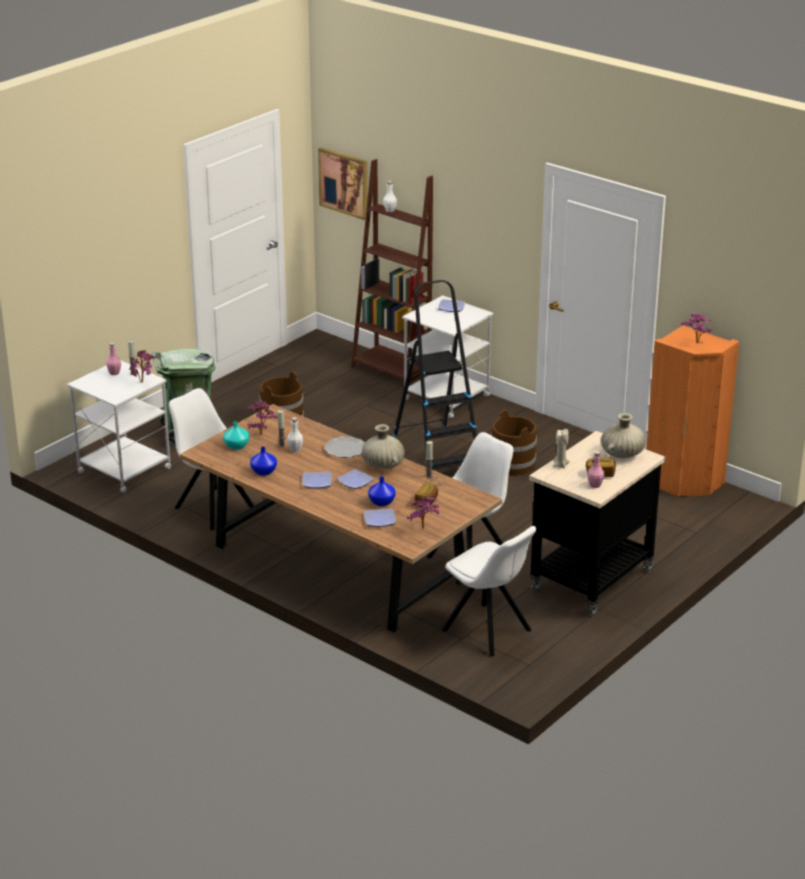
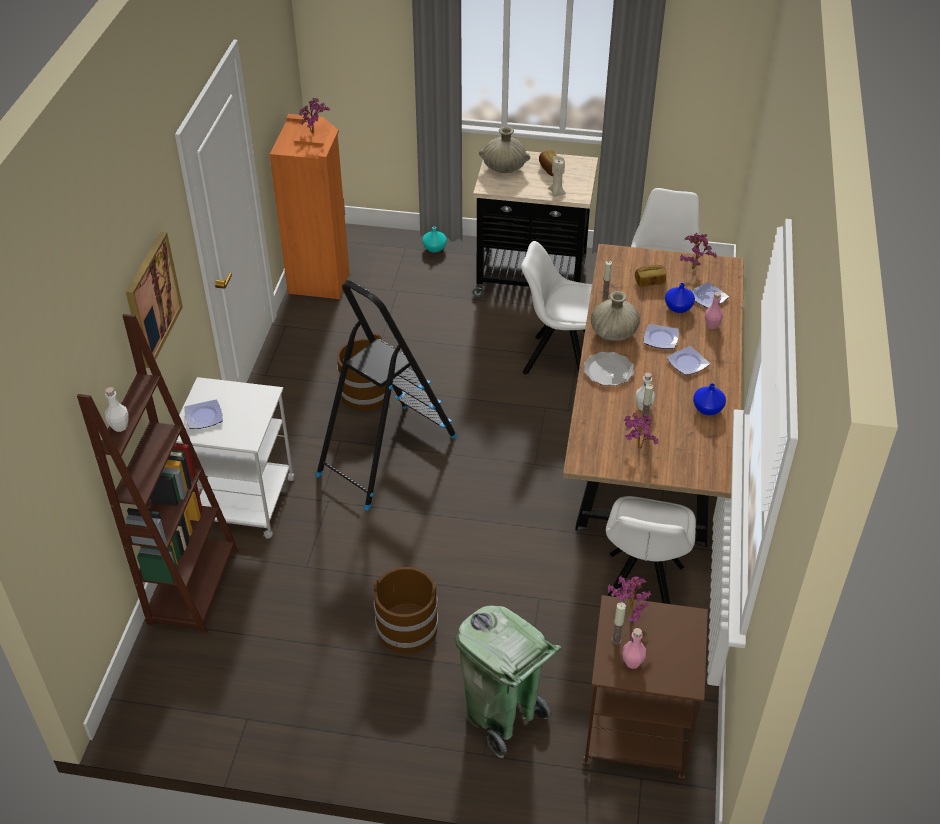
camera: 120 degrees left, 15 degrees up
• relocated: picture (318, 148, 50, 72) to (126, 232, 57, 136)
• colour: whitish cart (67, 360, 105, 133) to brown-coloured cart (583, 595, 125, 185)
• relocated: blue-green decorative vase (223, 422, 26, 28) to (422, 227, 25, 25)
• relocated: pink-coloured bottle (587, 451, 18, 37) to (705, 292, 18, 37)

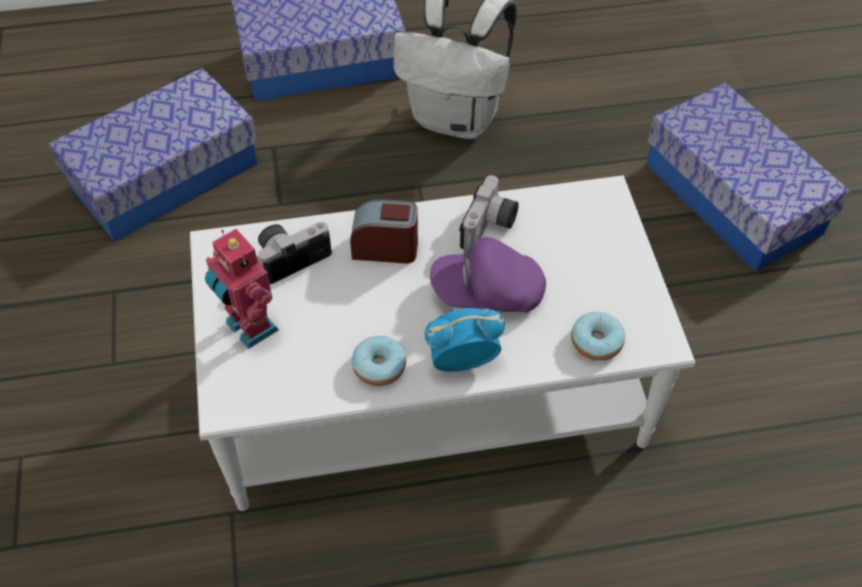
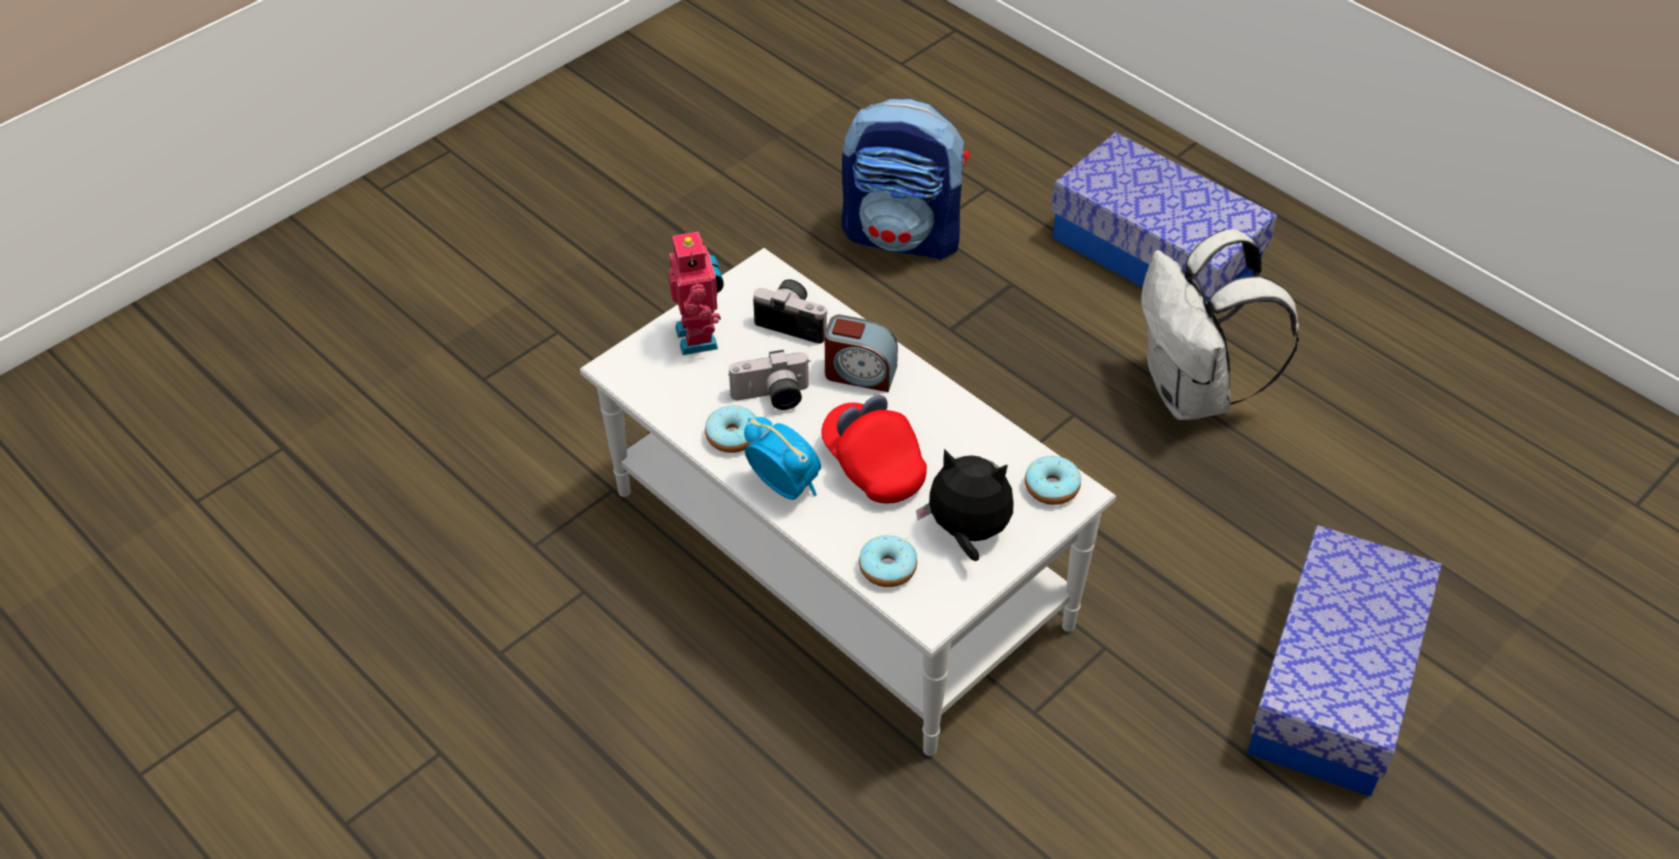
camera: 55 degrees right, 5 degrees down
• exchanged: storage box (49, 68, 208, 174) to backpack (842, 98, 128, 162)
• relocated: photo camera (459, 175, 60, 74) to (728, 350, 82, 60)
• spun: alarm clock (350, 199, 68, 65) = (825, 315, 73, 77) 135 degrees clockwise
• spun: toy robot (205, 229, 74, 120) = (668, 228, 56, 127) 150 degrees clockwise
• colour: purplish peaked cap (430, 234, 116, 79) to red-coloured peaked cap (821, 395, 106, 109)
• appeared: soft toy (916, 449, 97, 112)
• appeared: donut (1025, 455, 56, 50)

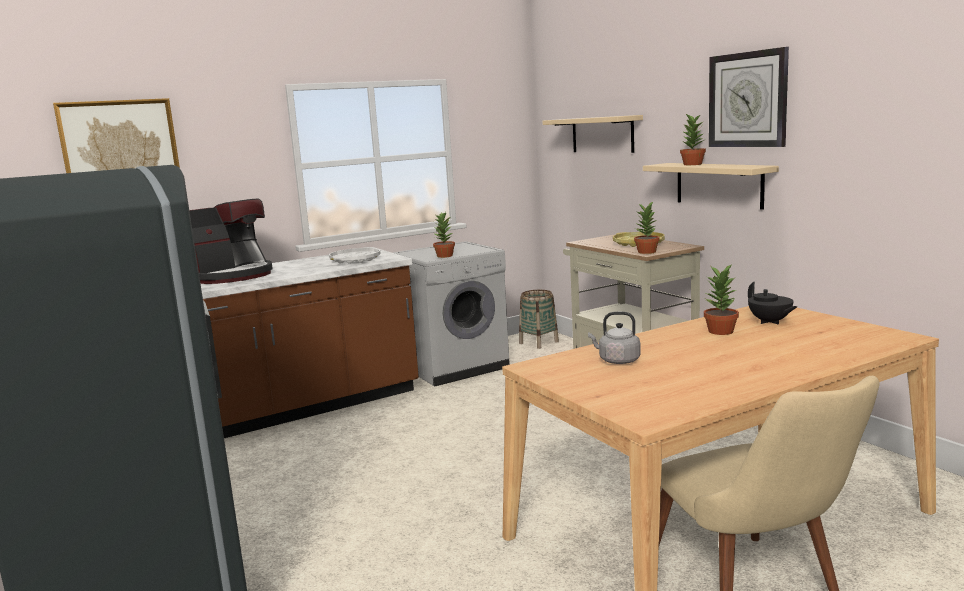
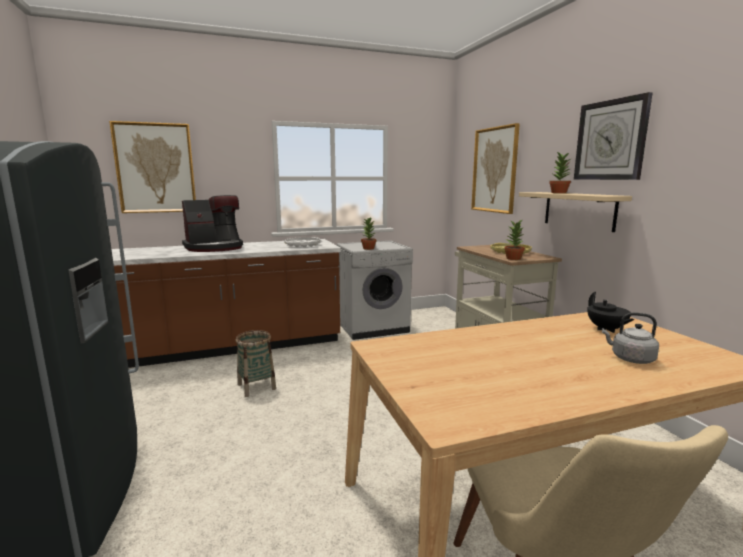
camera: 10 degrees right, 0 degrees up
• exchanged: beige wall shelf (543, 115, 100, 38) to picture (471, 123, 49, 91)
• missing: potted plant (704, 263, 35, 72)
• relocated: basket (519, 290, 40, 59) to (236, 330, 40, 67)
• relocated: greyish kettle (588, 312, 53, 52) to (602, 312, 57, 52)

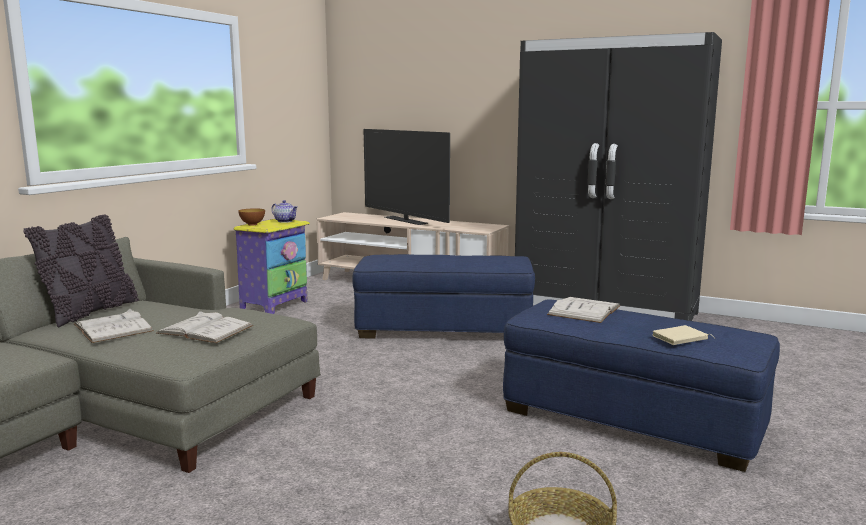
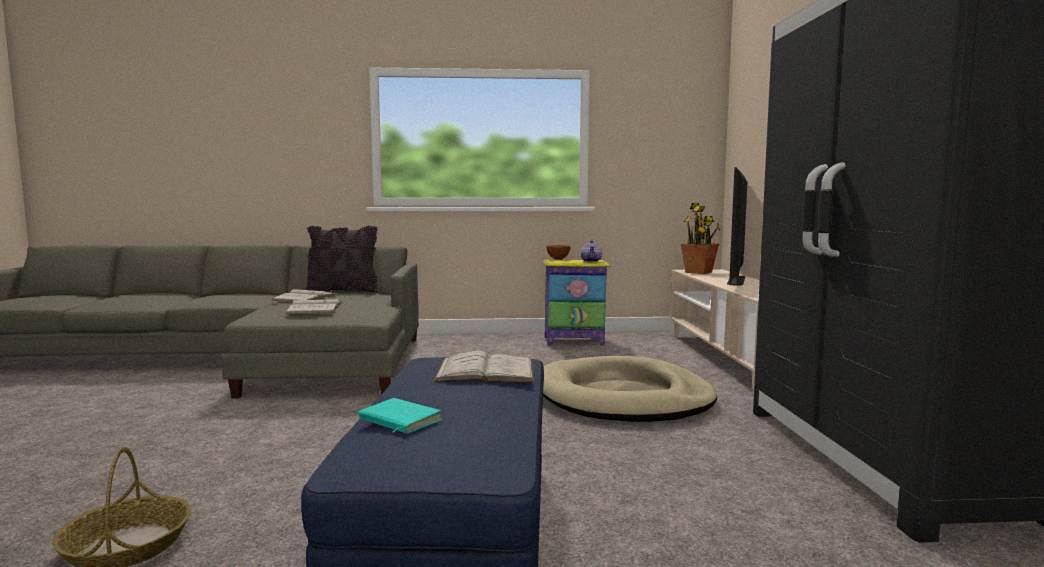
camera: 60 degrees right, 5 degrees down
• exchanged: blue ottoman (352, 254, 183, 85) to beige pet bed (543, 356, 174, 66)
• colour: beige volume (652, 325, 64, 20) to blue-green volume (359, 398, 83, 36)
• appeared: potted plant (681, 203, 39, 71)

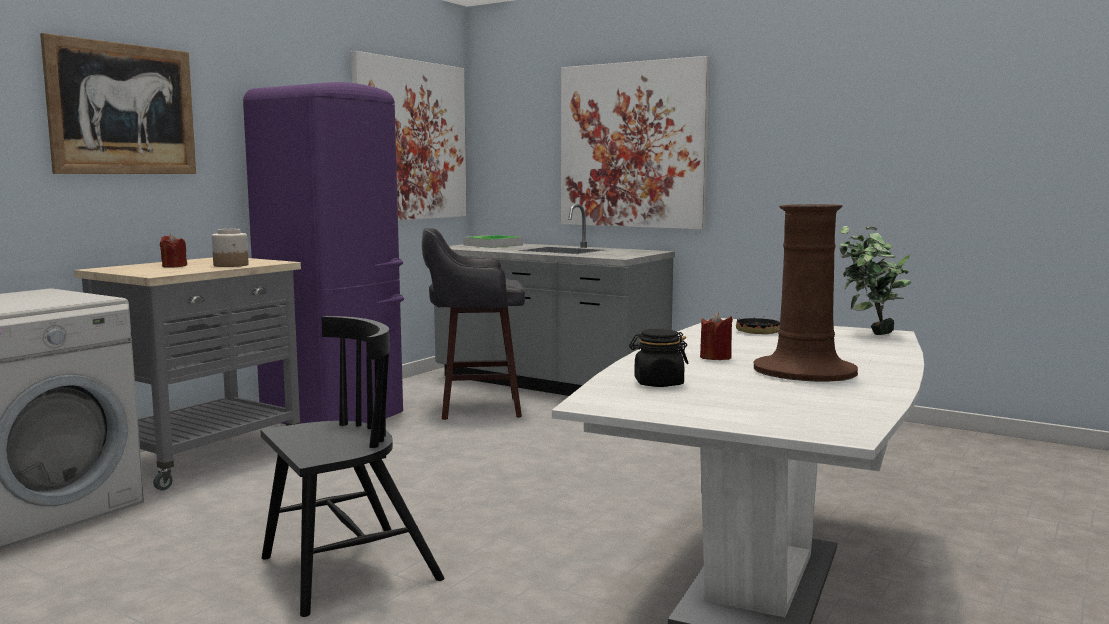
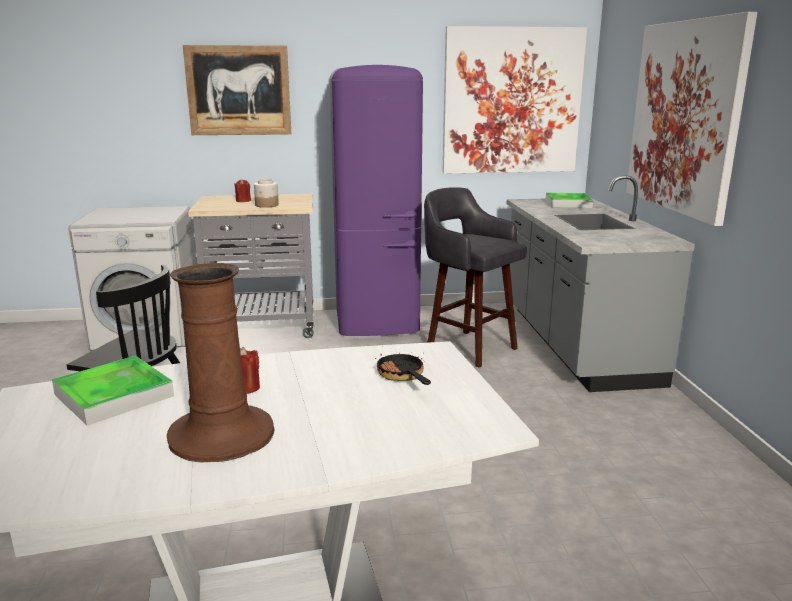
camera: 50 degrees right, 10 degrees up
• missing: potted plant (839, 226, 72, 109)
• exchanged: blackish jar (629, 329, 60, 58) to carrying tray (52, 356, 122, 69)

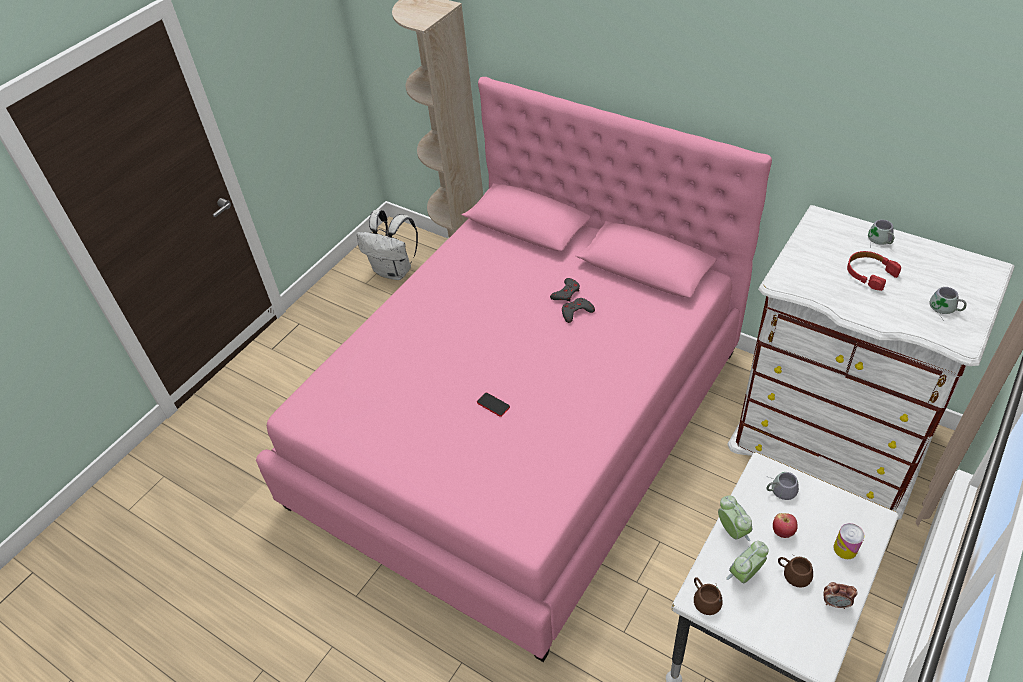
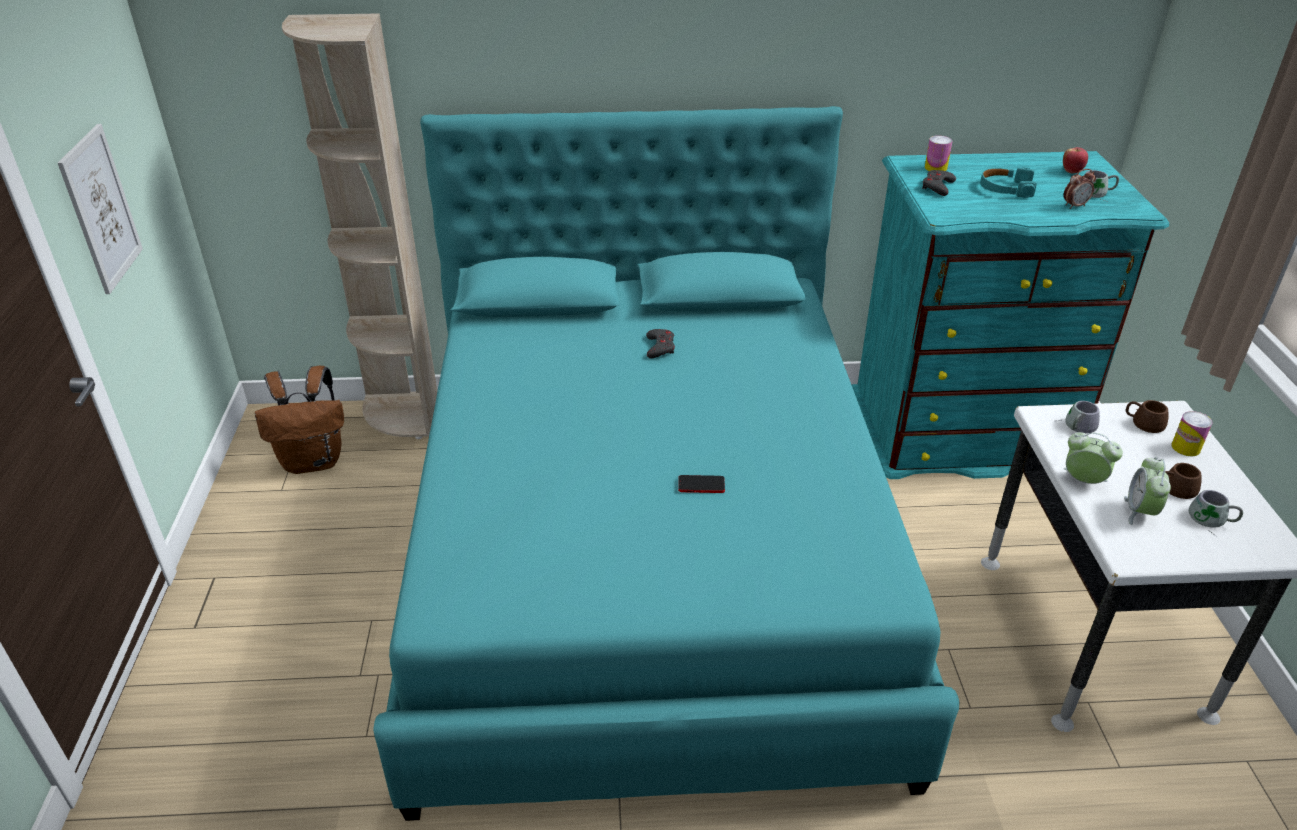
camera: 40 degrees left, 10 degrees down
• colour: pink-coloured bedroom bed (256, 77, 516, 585) to blue-green bedroom bed (373, 106, 586, 715)
• colour: whitish dresser (727, 205, 287, 315) to blue-green dresser (852, 151, 317, 328)
• colour: whitish backpack (357, 210, 61, 70) to brown-coloured backpack (255, 366, 89, 108)
• relocated: greyish tea mug (868, 220, 26, 25) to (1189, 490, 54, 47)
• colour: red-coloured headphones (847, 251, 54, 40) to blue-green headphones (980, 168, 57, 30)
• relocated: greyish joypad (562, 298, 33, 25) to (922, 170, 34, 26)
• relocated: apple fruit (773, 513, 25, 25) to (1063, 147, 25, 26)
• relocated: brown-coloured tea mug (694, 577, 29, 38) to (1126, 400, 42, 33)
• relocated: alarm clock (824, 582, 33, 27) to (1064, 169, 32, 40)
• appeared: picture (58, 124, 85, 170)
• appeared: can (925, 136, 28, 35)

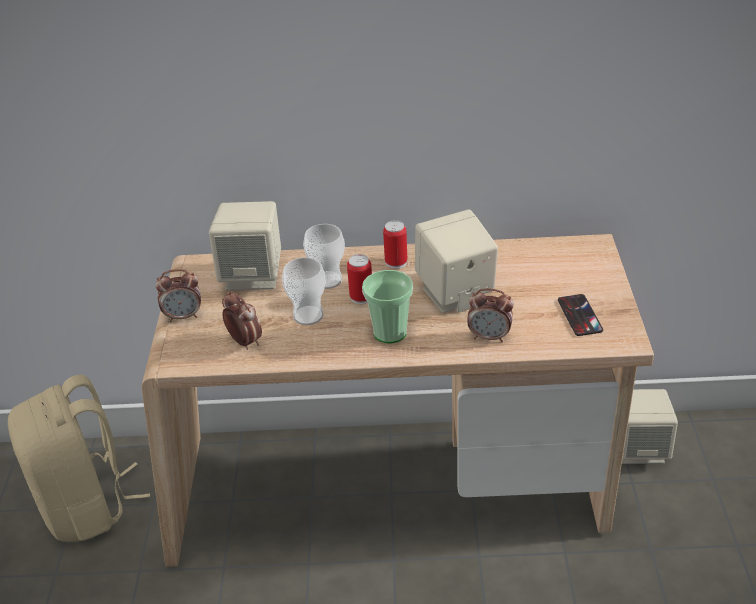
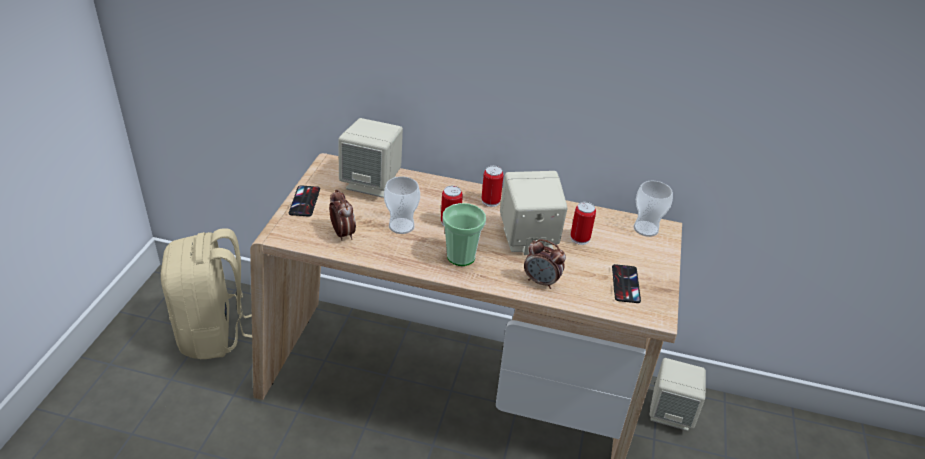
camera: 10 degrees right, 0 degrees up
• relocated: cup (303, 224, 42, 65) to (634, 181, 39, 56)
• exchanged: alarm clock (155, 269, 46, 53) to telephone (289, 185, 31, 32)
• appeared: can (570, 202, 26, 43)

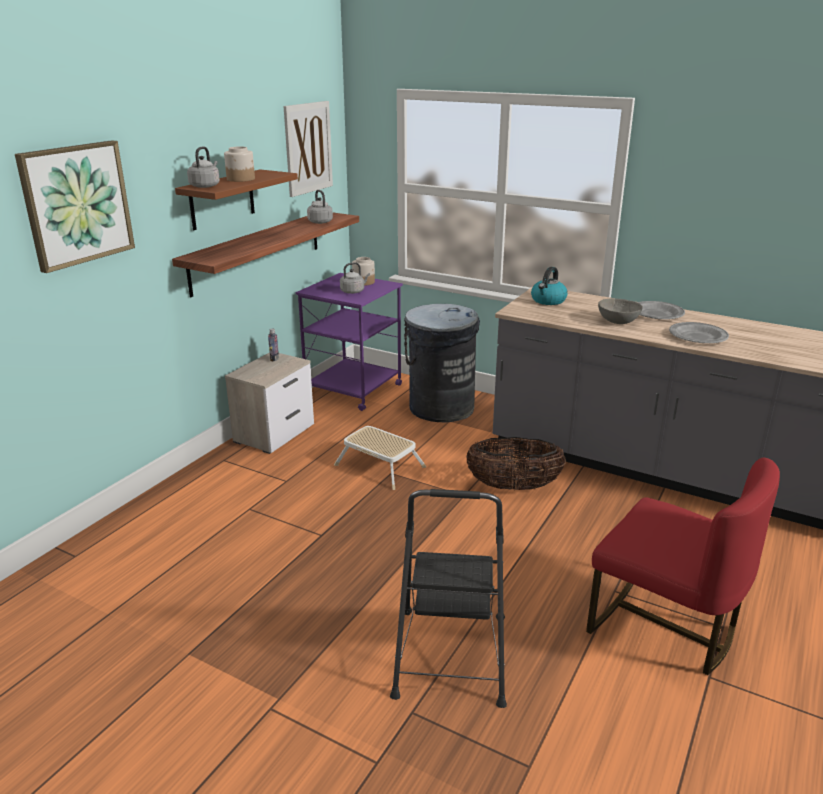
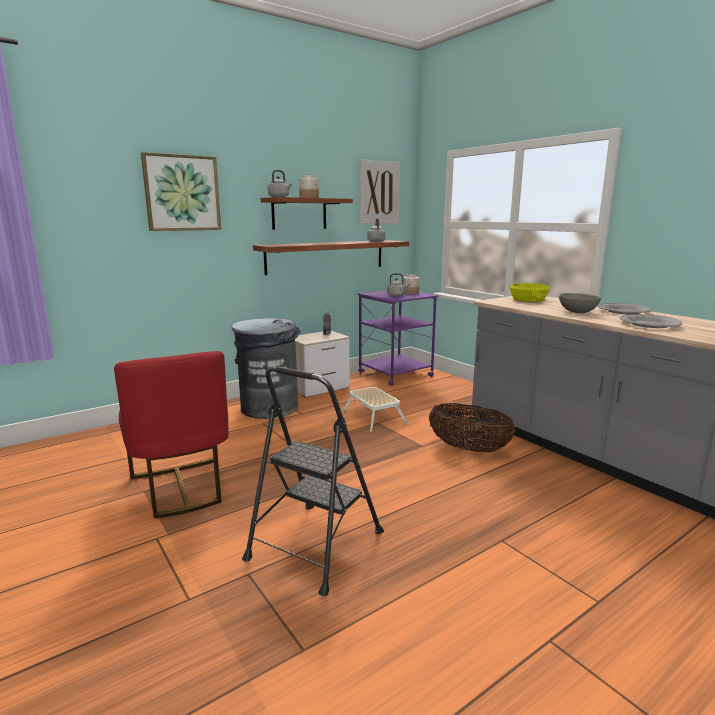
camera: 25 degrees right, 10 degrees down
• exchanged: kettle (531, 267, 36, 38) to yellow serving bowl (509, 283, 41, 19)
• relocated: greyish trash can (404, 304, 76, 118) to (232, 318, 69, 101)
• relocated: red-coloured upright chair (586, 457, 194, 218) to (114, 351, 115, 168)

